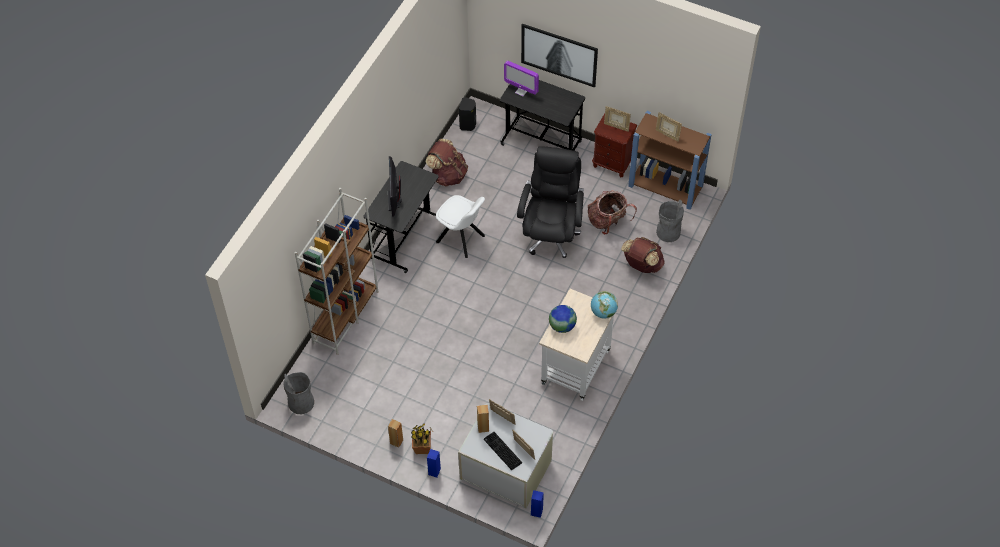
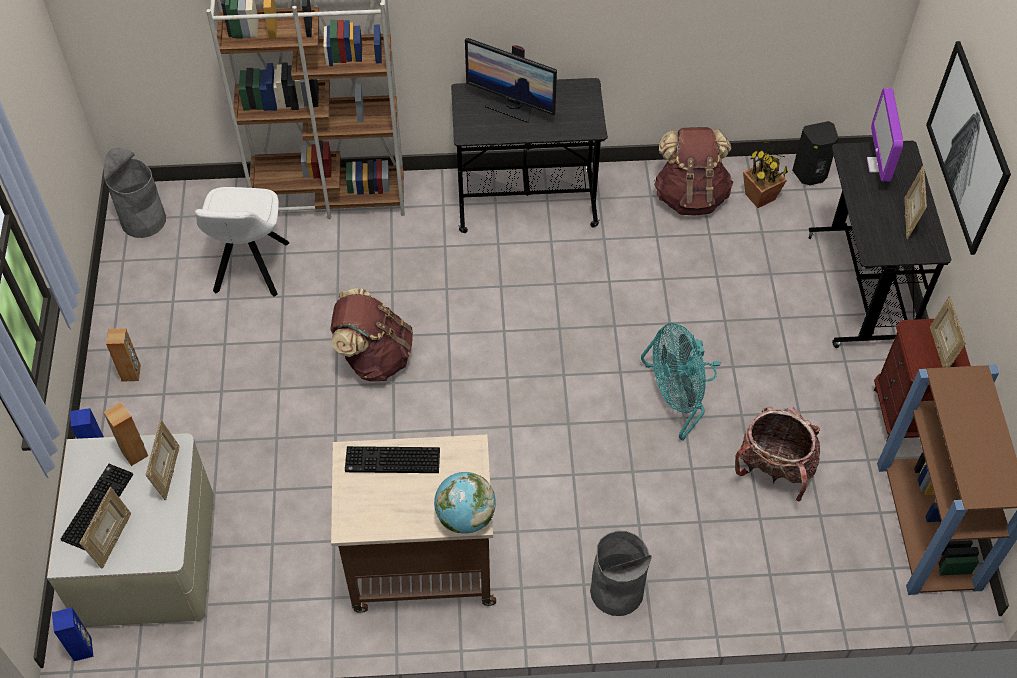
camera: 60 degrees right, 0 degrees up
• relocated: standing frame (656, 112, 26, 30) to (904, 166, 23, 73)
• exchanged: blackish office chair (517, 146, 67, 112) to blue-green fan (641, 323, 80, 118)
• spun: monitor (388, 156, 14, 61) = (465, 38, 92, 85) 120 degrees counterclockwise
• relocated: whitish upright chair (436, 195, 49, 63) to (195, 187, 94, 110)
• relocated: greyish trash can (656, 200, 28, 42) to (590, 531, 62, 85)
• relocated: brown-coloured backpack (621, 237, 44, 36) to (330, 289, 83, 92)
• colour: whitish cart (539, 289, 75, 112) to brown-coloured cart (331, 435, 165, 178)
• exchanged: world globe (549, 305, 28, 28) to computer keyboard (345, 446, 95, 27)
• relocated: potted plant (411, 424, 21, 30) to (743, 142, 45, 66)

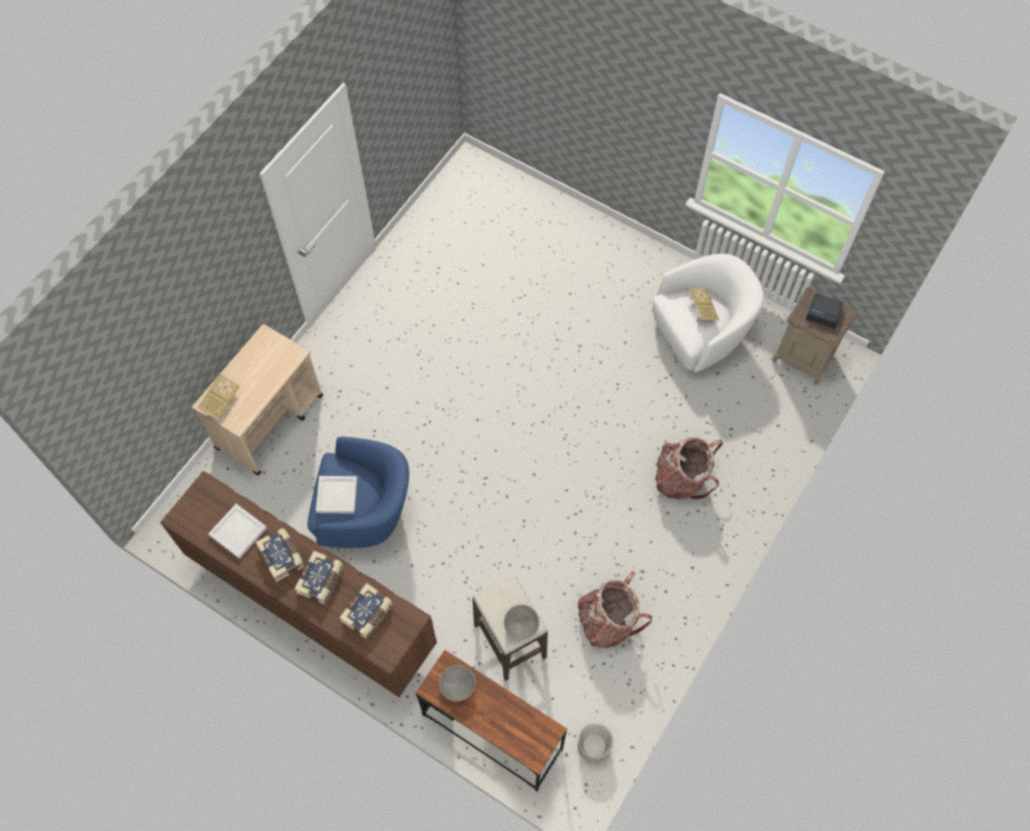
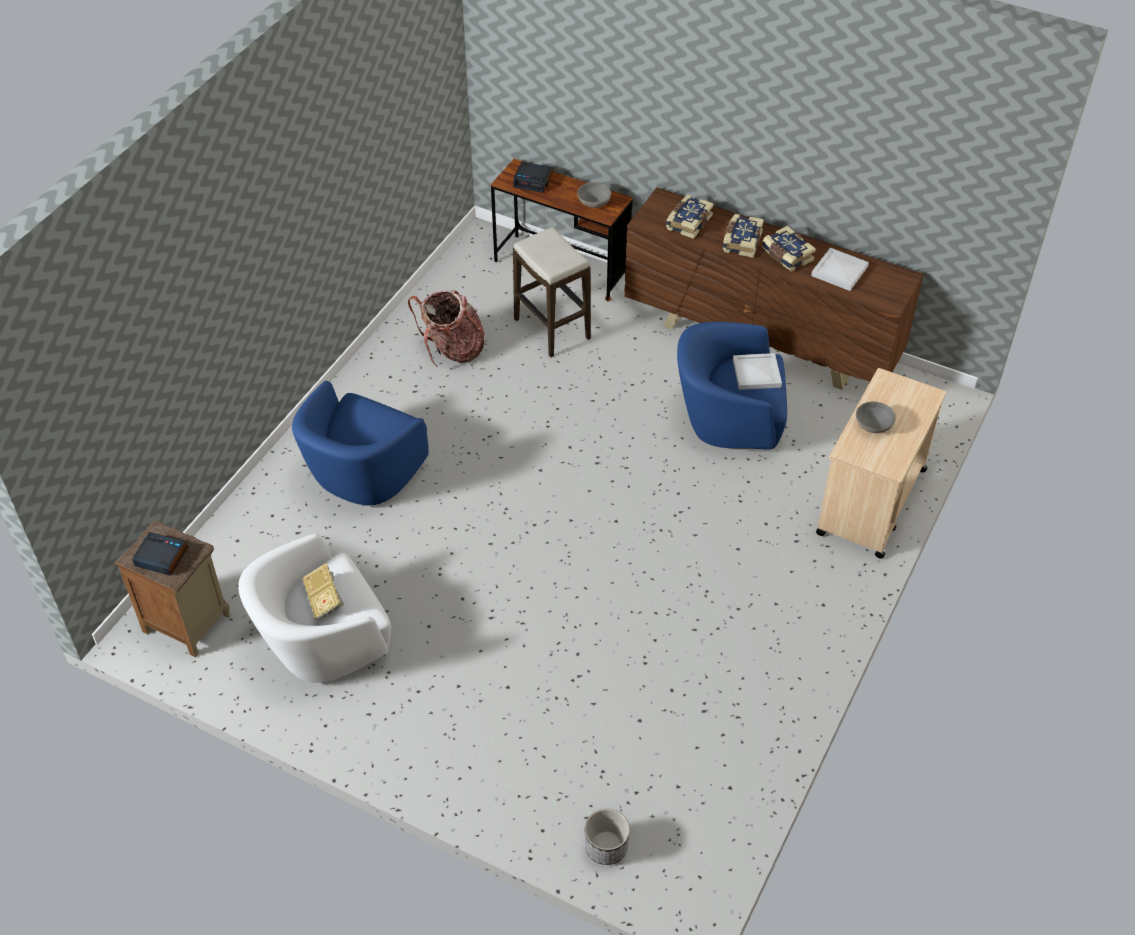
camera: 175 degrees right, 15 degrees down
• missing: volume (198, 374, 42, 46)
• exchanged: backpack (655, 437, 68, 63) to blue armchair (292, 381, 137, 124)
• relocated: greyish serving bowl (504, 605, 36, 35) to (856, 401, 40, 32)
• relocated: flower pot (578, 723, 35, 40) to (585, 809, 45, 56)
• appeared: alarm clock (513, 162, 39, 31)

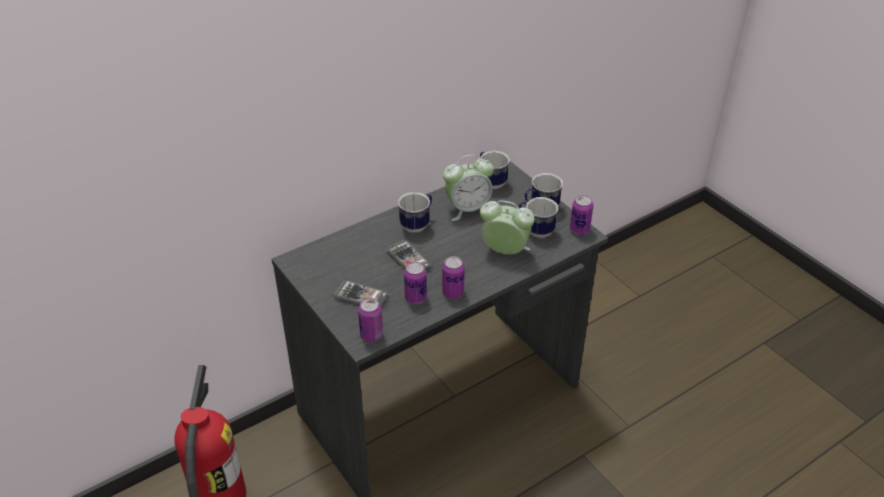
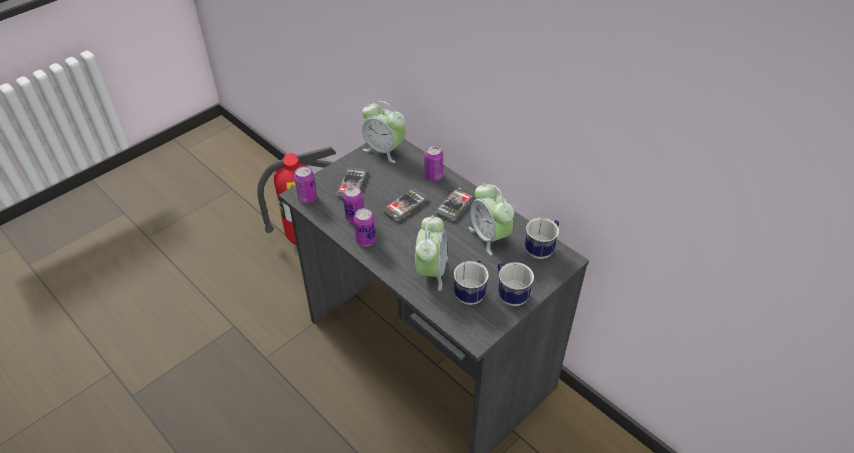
camera: 80 degrees right, 5 degrees up
• exchanged: tea mug (398, 192, 34, 41) to telephone (435, 186, 40, 35)
• relocated: can (570, 195, 23, 40) to (424, 145, 19, 36)
• appeared: alarm clock (362, 101, 43, 62)

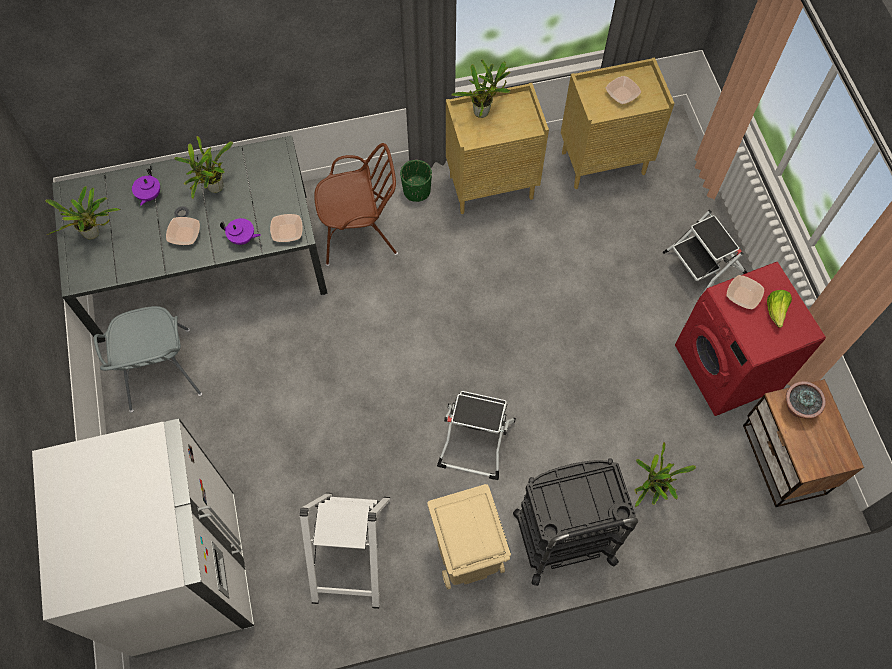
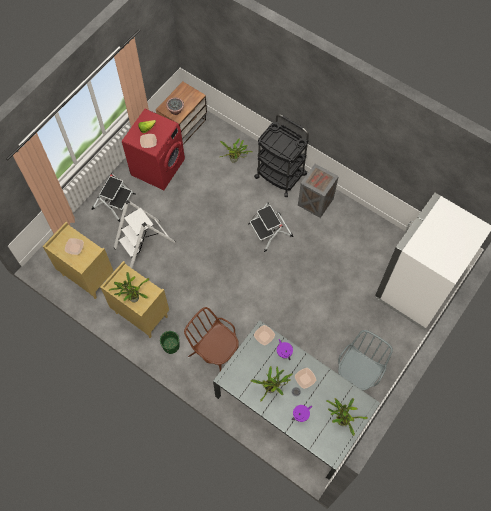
camera: 130 degrees left, 0 degrees up
• exchanged: beige trash can (427, 484, 84, 106) to crate (298, 164, 41, 54)
• relocated: whitish step stool (300, 493, 90, 116) to (113, 200, 63, 69)

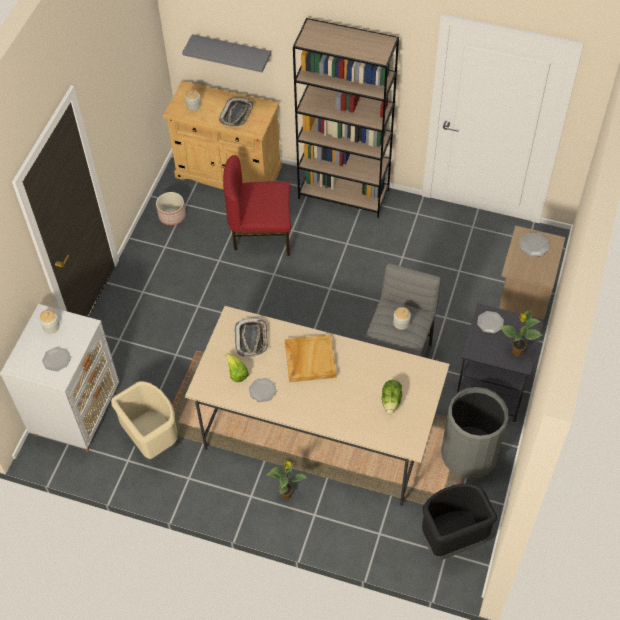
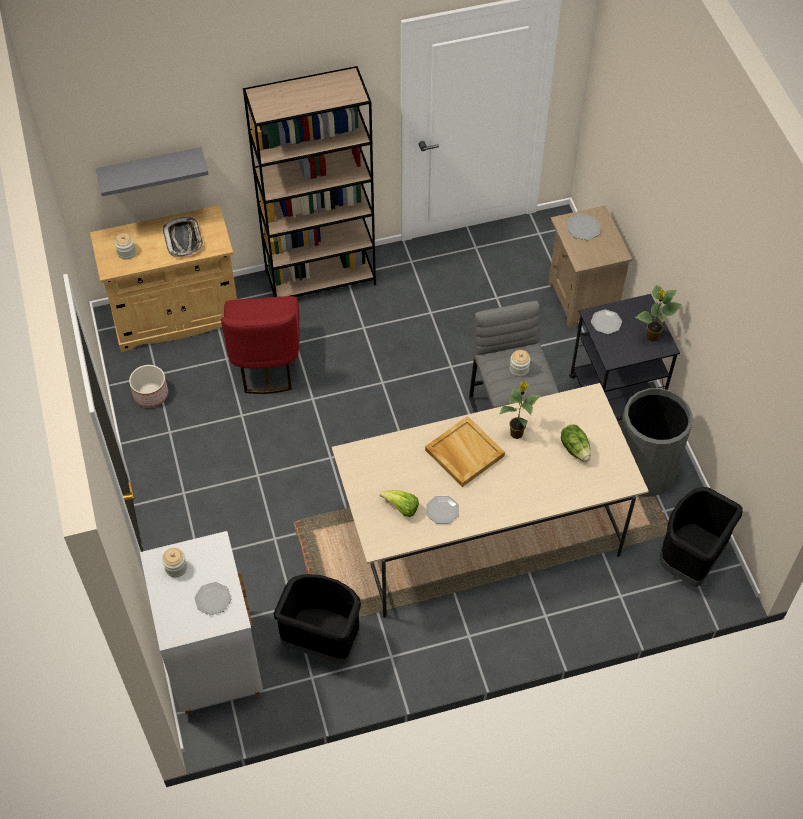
camera: 35 degrees left, 0 degrees up
• spun: red-coloured upright chair (223, 155, 68, 101) = (221, 296, 79, 98) 60 degrees counterclockwise
• missing: carrying tray (235, 317, 33, 40)
• colour: beige trash can (111, 381, 68, 82) to blackish trash can (273, 574, 88, 90)
• relocated: potted plant (266, 461, 41, 39) to (500, 382, 42, 57)

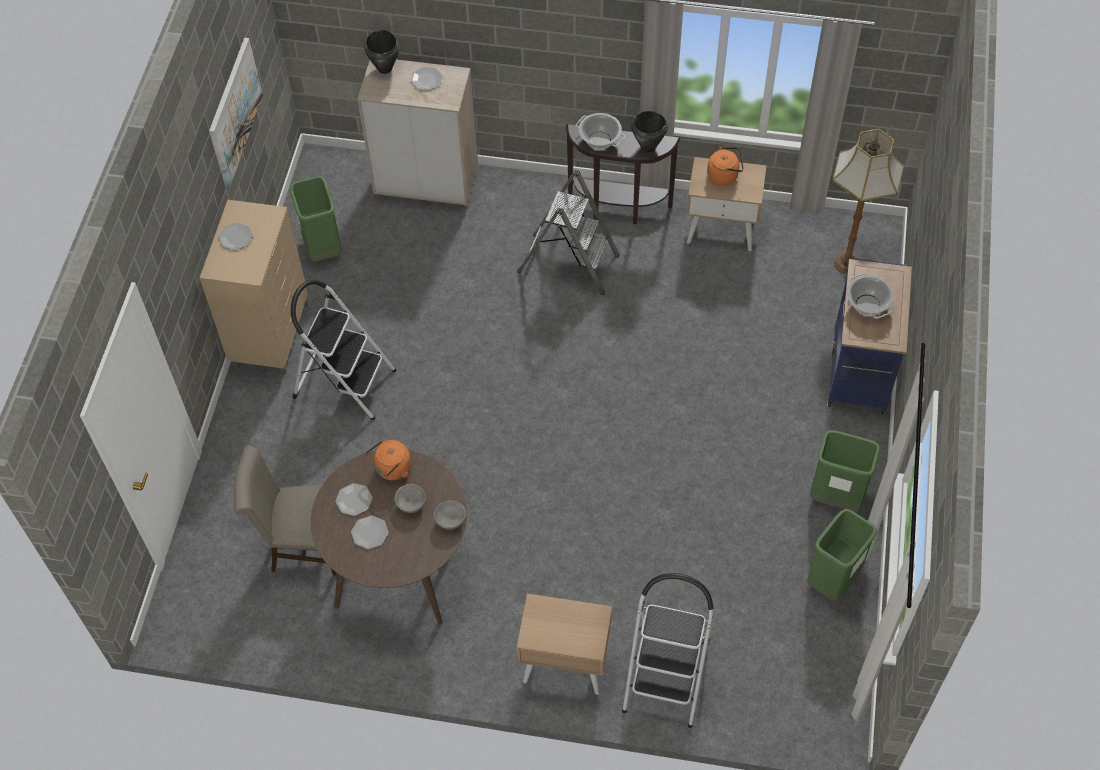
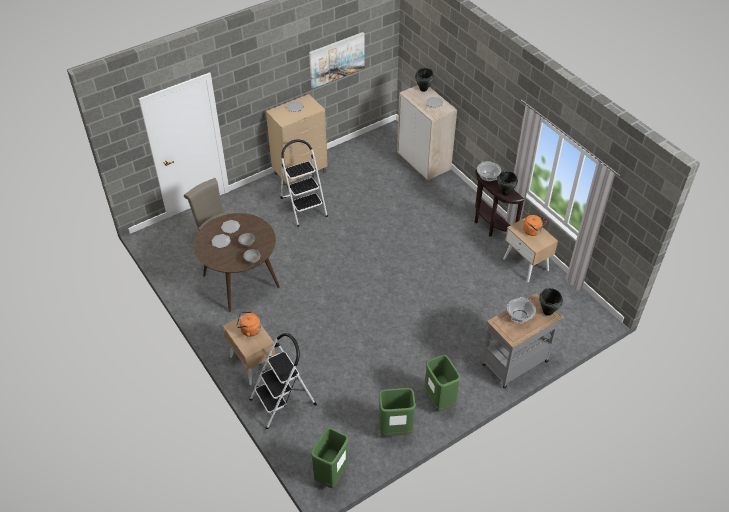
camera: 45 degrees right, 10 degrees down
• missing: standard lamp (832, 129, 72, 145)
• missing: greyish step stool (517, 170, 103, 125)
• relocated: greenish trash can (290, 176, 52, 85) to (311, 428, 38, 60)
• colour: blue cart (827, 257, 85, 157) to greyish cart (482, 294, 82, 95)
• relocated: orange kettle (366, 440, 45, 40) to (236, 311, 25, 26)
• appeared: blackish saucepot (539, 288, 24, 28)

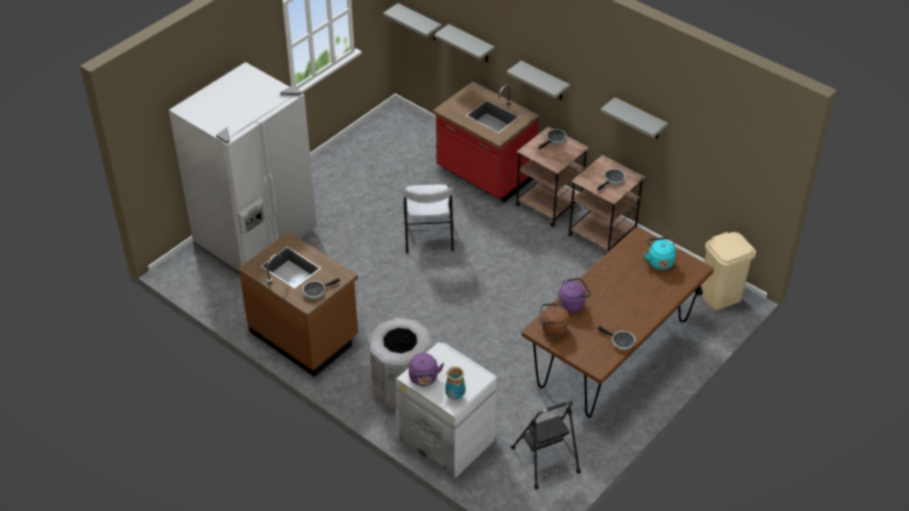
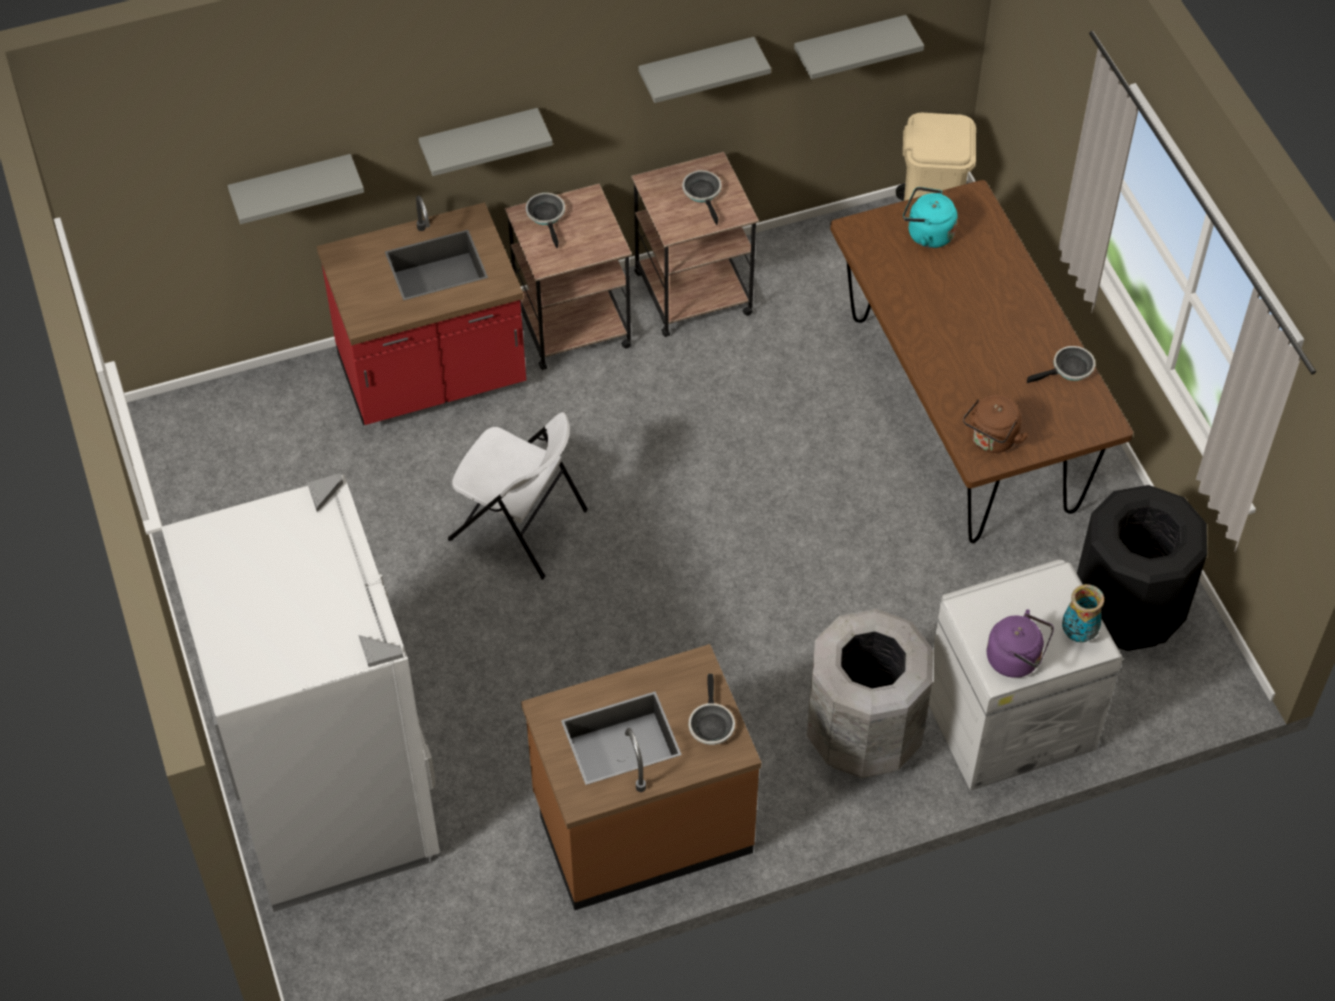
camera: 60 degrees left, 10 degrees up
• relocated: greyish wall shelf (383, 3, 59, 37) to (794, 15, 130, 64)
• missing: purplish kettle (558, 278, 33, 35)
• exchanged: blackish step stool (511, 401, 70, 88) to blackish trash can (1077, 485, 130, 166)

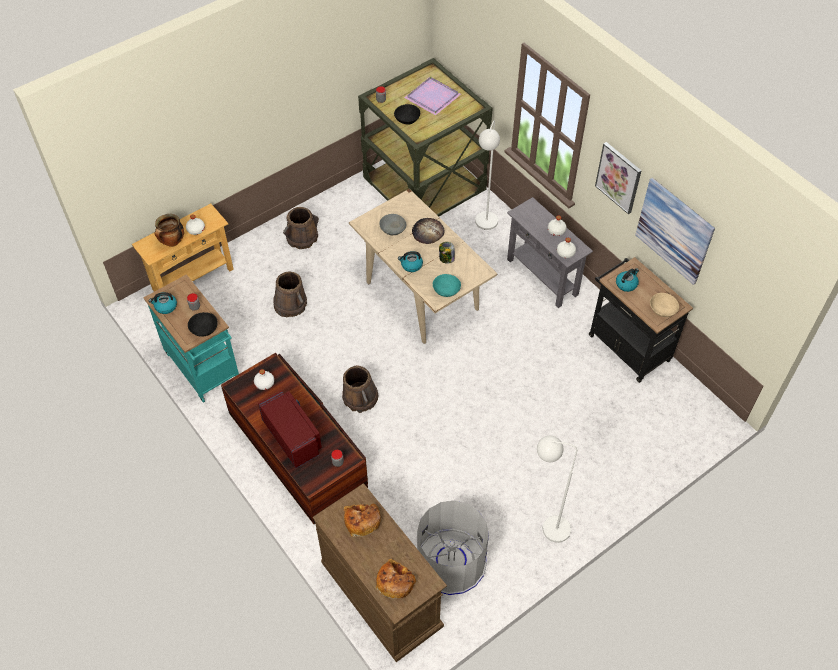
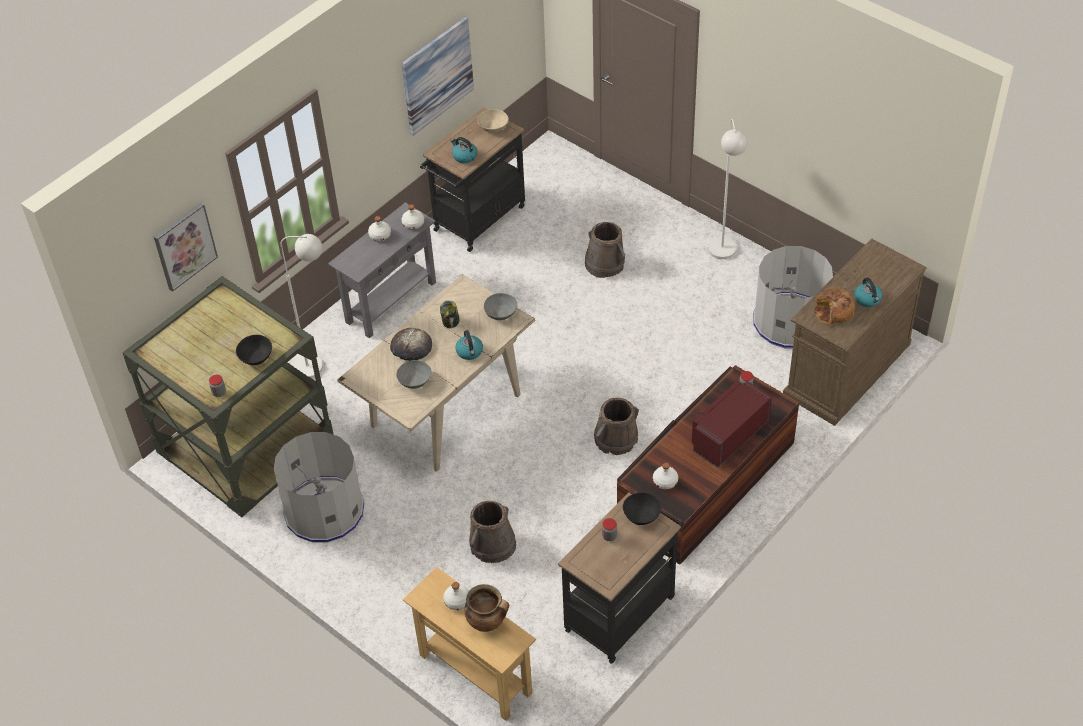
camera: 100 degrees left, 5 degrees down
• missing: purplish carrying tray (404, 77, 57, 38)
• relocated: picture (595, 142, 47, 72) to (154, 202, 64, 90)
• relocated: brown-coloured bucket (283, 207, 36, 42) to (585, 222, 40, 56)
• colour: blue-green cart (143, 274, 96, 129) to blackish cart (558, 492, 126, 172)
• colour: blue-green serving bowl (433, 274, 28, 23) to greyish serving bowl (484, 293, 33, 27)
• relocated: kettle (149, 292, 28, 22) to (854, 278, 28, 29)
• missing: bakery bread (376, 559, 40, 40)
• appeared: greyish trash can (273, 432, 91, 111)

